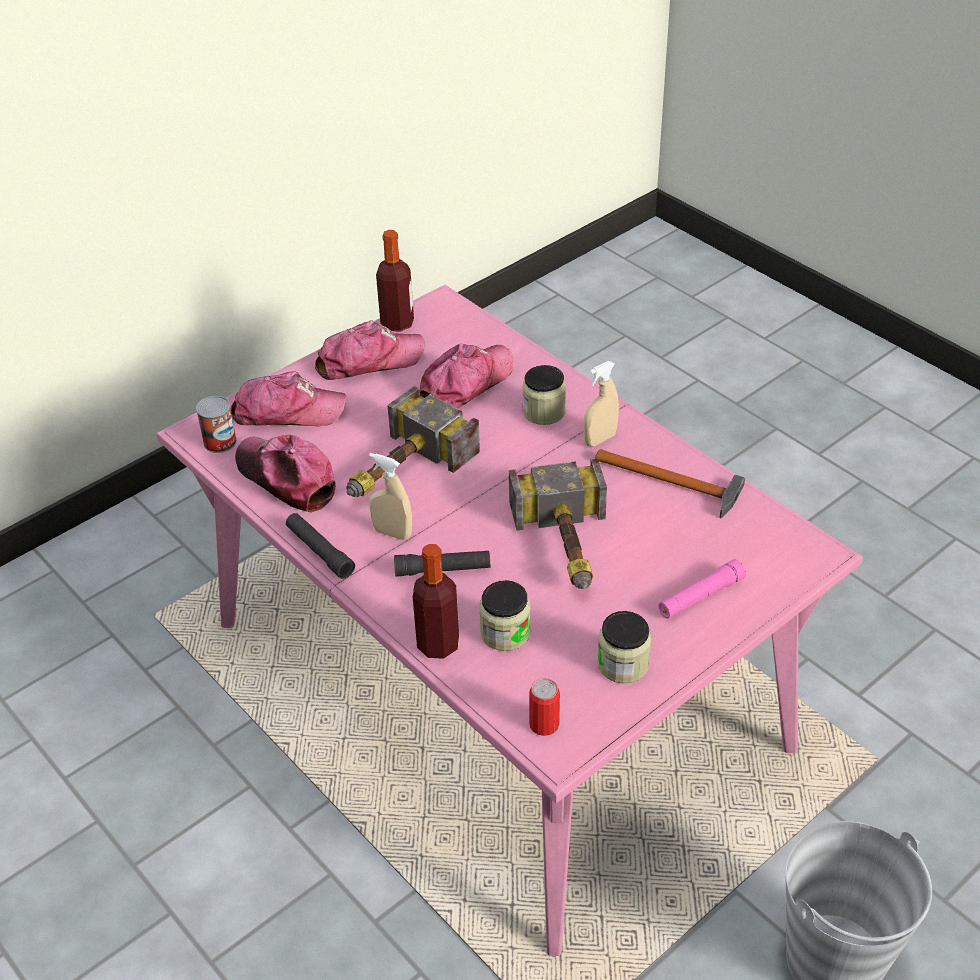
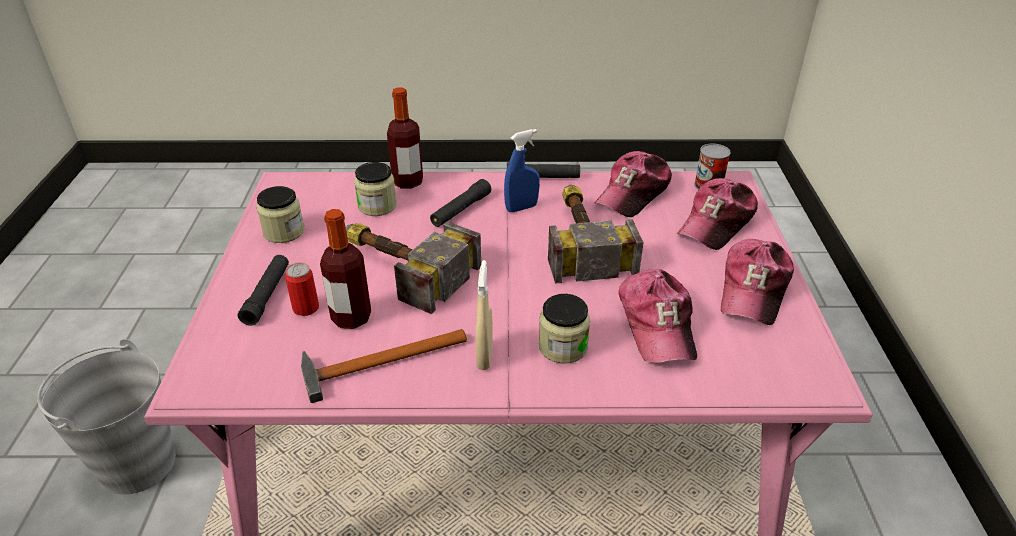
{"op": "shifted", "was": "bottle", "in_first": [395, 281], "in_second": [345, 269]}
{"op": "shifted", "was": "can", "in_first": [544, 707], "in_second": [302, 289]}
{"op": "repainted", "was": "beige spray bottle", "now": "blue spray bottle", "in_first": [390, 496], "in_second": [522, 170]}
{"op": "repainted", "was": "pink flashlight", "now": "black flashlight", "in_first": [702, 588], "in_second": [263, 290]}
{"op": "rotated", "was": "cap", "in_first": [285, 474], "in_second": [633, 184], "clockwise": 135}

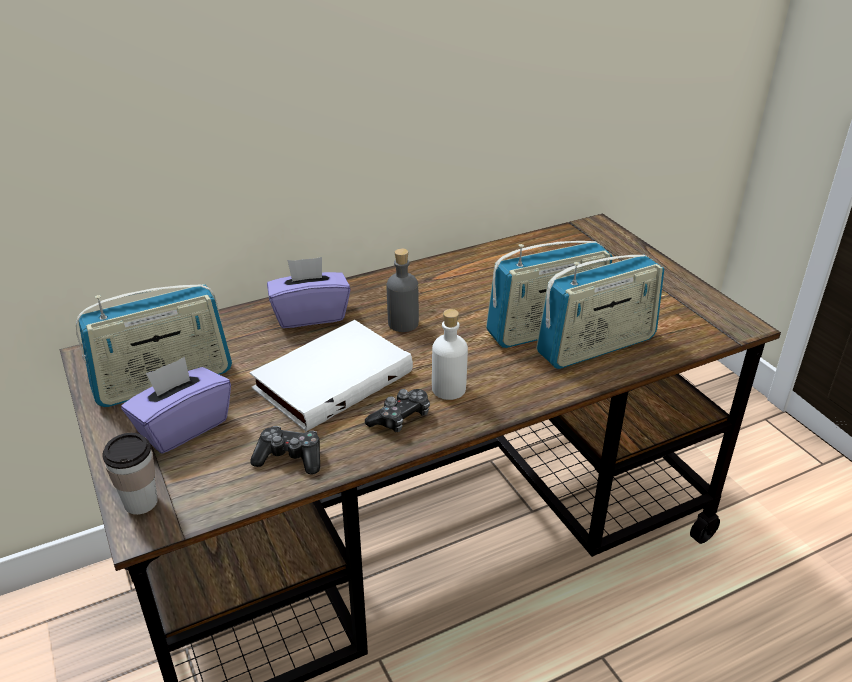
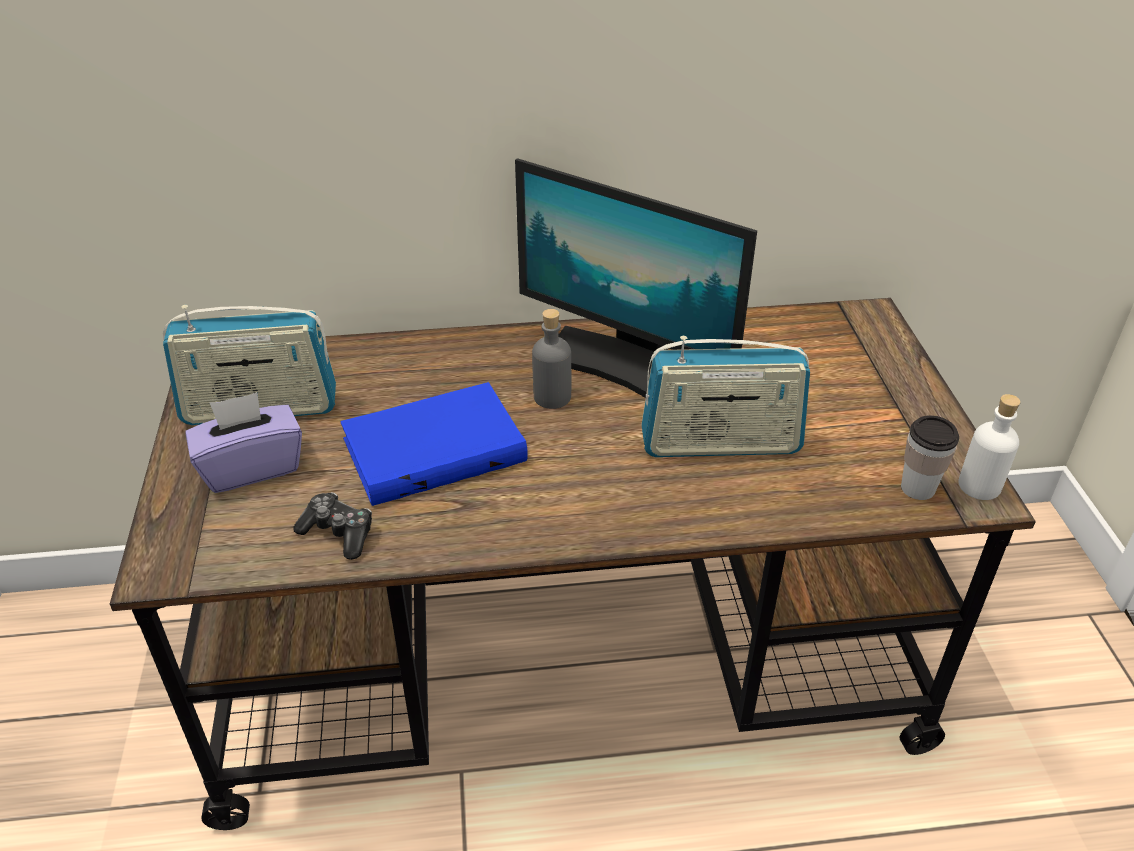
{"op": "gone", "was": "purple tissue box", "in_first": [309, 292]}
{"op": "gone", "was": "game controller", "in_first": [397, 410]}
{"op": "gone", "was": "radio", "in_first": [600, 311]}
{"op": "new", "now": "monitor", "in_second": [636, 278]}
{"op": "shifted", "was": "cup", "in_first": [130, 474], "in_second": [930, 457]}
{"op": "shifted", "was": "white bottle", "in_first": [450, 354], "in_second": [989, 447]}
{"op": "repainted", "was": "white book", "now": "blue book", "in_first": [331, 375], "in_second": [434, 444]}

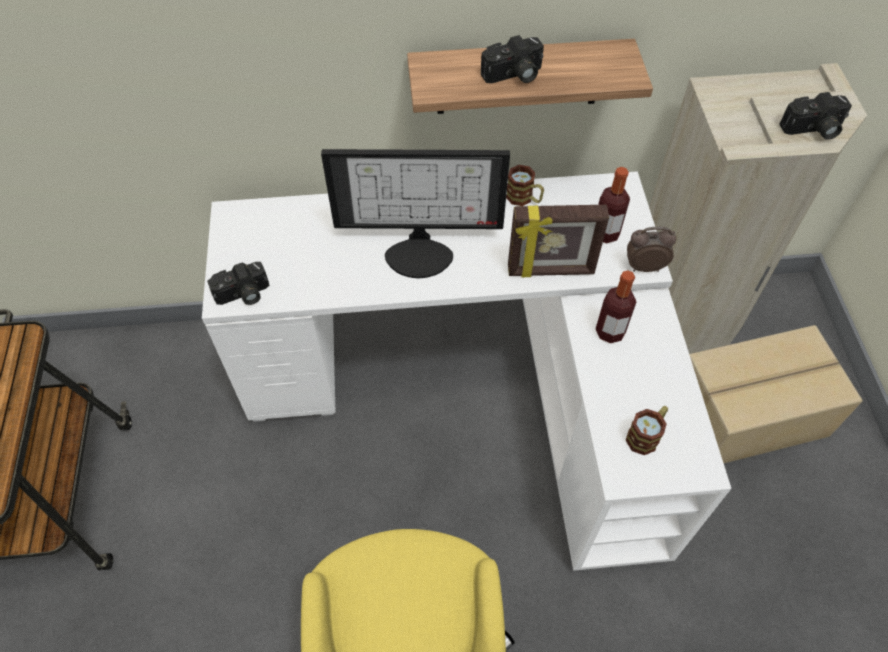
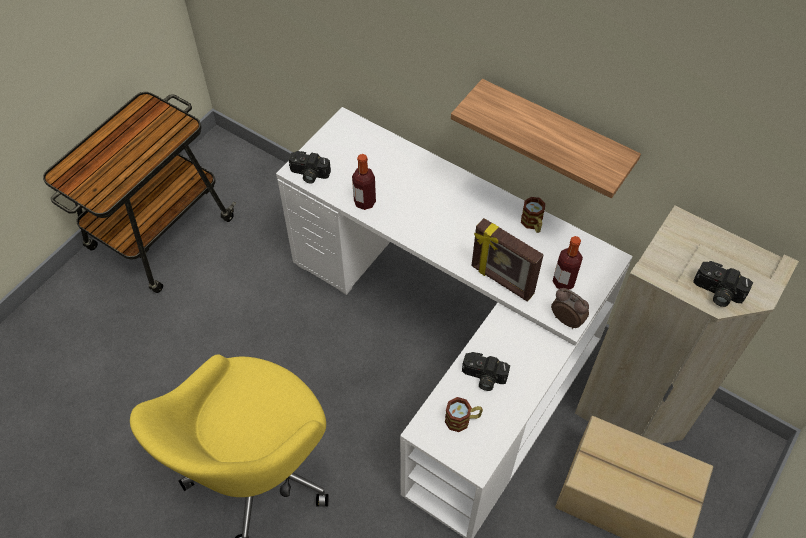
{"op": "gone", "was": "monitor", "in_first": [415, 214]}
{"op": "shifted", "was": "photo camera", "in_first": [512, 59], "in_second": [486, 371]}
{"op": "shifted", "was": "bottle", "in_first": [616, 306], "in_second": [364, 182]}

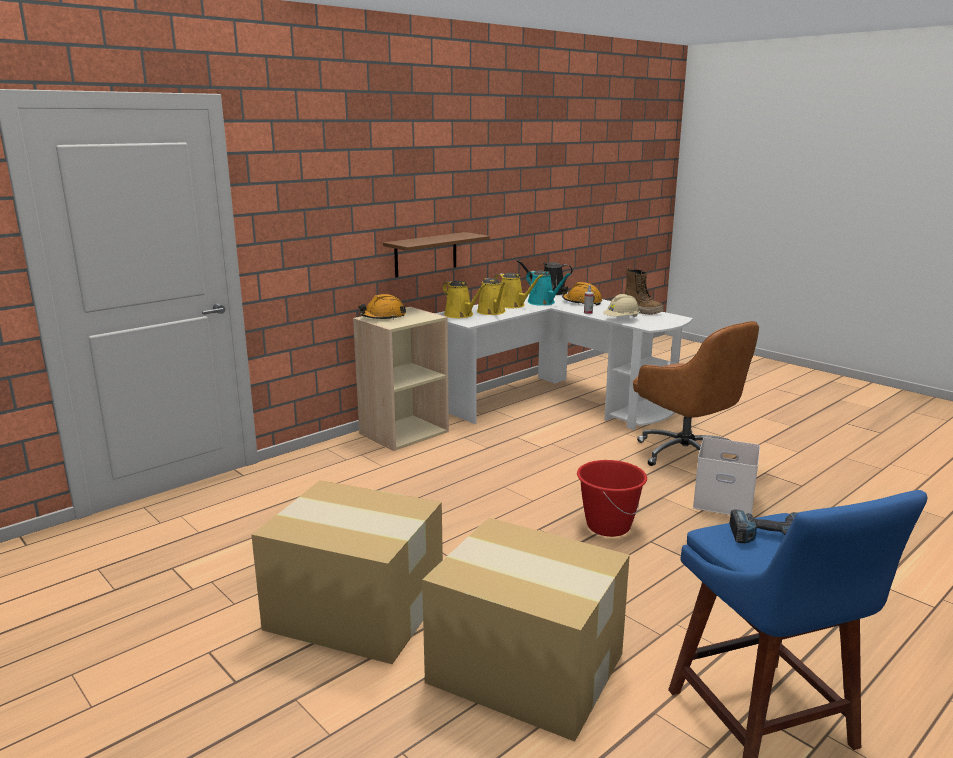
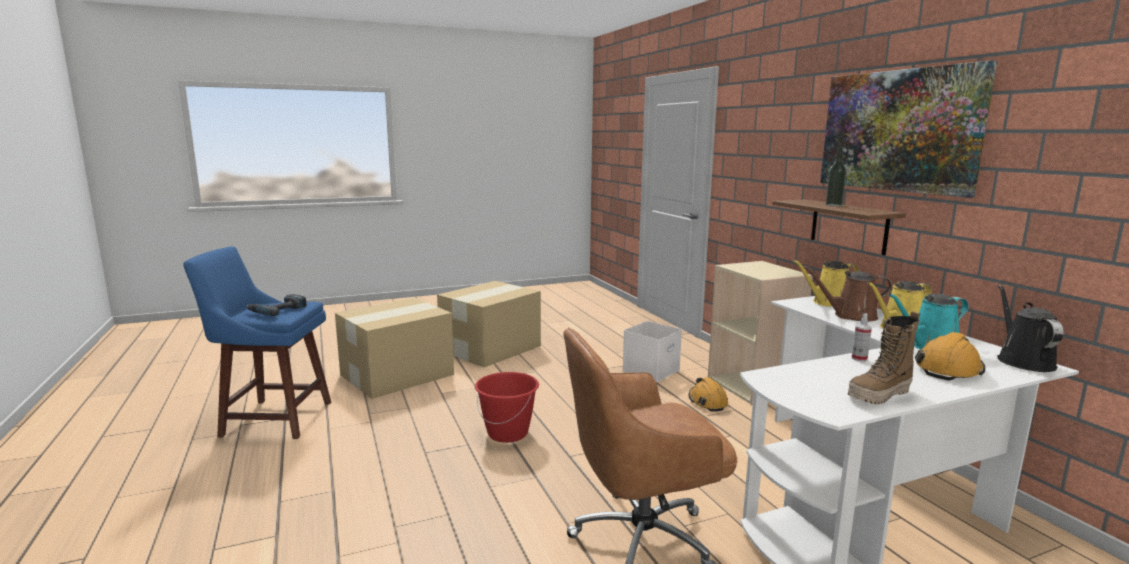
{"op": "gone", "was": "beige hard hat", "in_first": [621, 306]}
{"op": "new", "now": "picture", "in_second": [908, 129]}
{"op": "new", "now": "bottle", "in_second": [836, 176]}
{"op": "shifted", "was": "orange hard hat", "in_first": [382, 307], "in_second": [708, 394]}
{"op": "shifted", "was": "white storage box", "in_first": [726, 476], "in_second": [652, 351]}
{"op": "repainted", "was": "yellow watering can", "now": "brown watering can", "in_first": [491, 296], "in_second": [847, 294]}

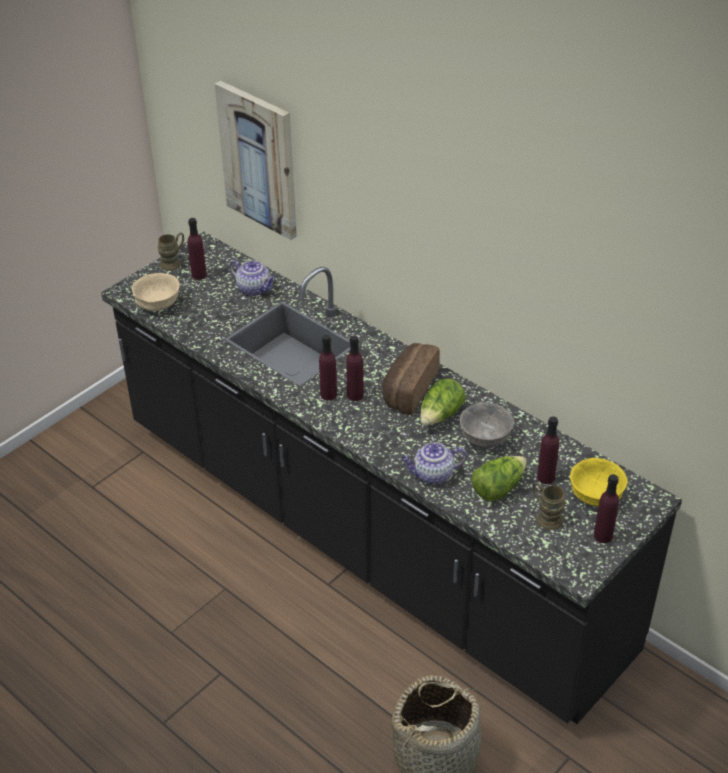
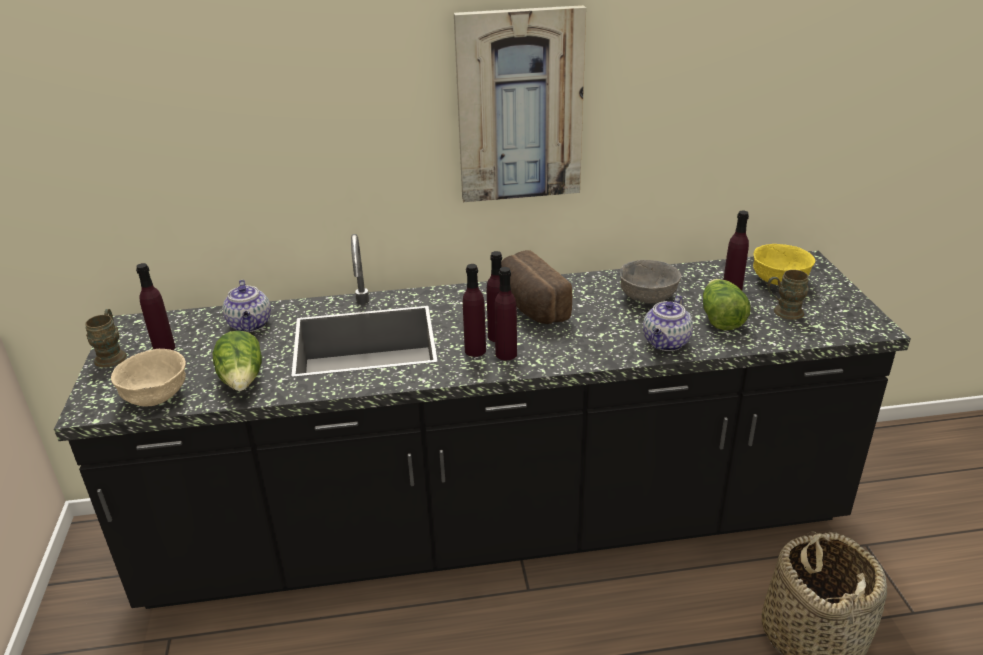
{"op": "shifted", "was": "picture", "in_first": [256, 160], "in_second": [520, 103]}
{"op": "shifted", "was": "lettuce", "in_first": [443, 402], "in_second": [237, 360]}
{"op": "shifted", "was": "purple bottle", "in_first": [606, 508], "in_second": [506, 313]}
{"op": "rotated", "was": "teapot", "in_first": [252, 278], "in_second": [246, 306], "clockwise": 90}

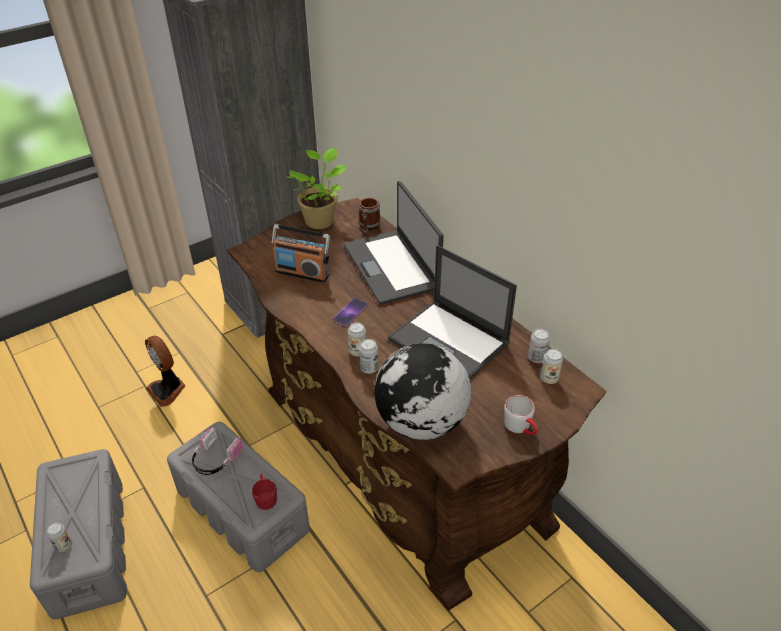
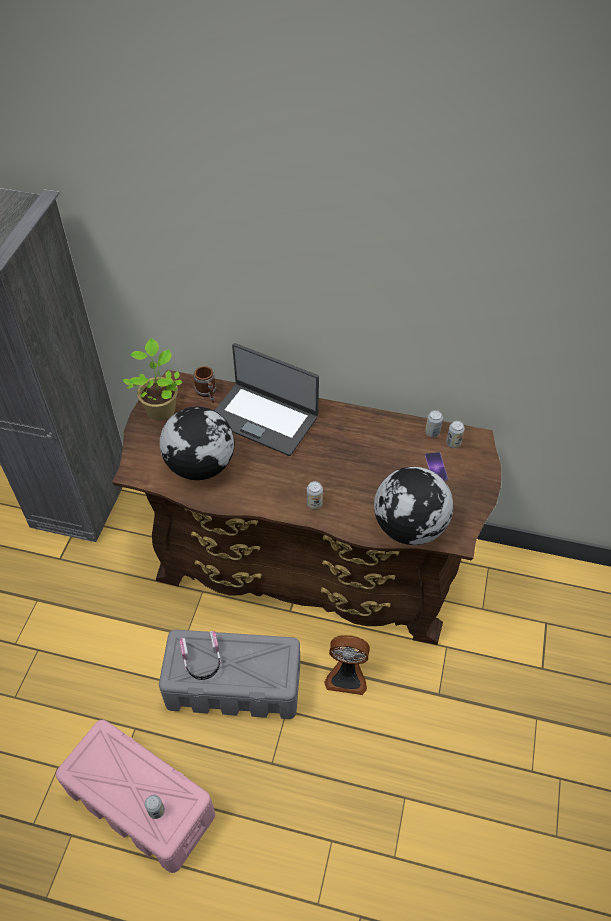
{"op": "gone", "was": "red mug", "in_first": [264, 492]}
{"op": "gone", "was": "can", "in_first": [368, 356]}
{"op": "gone", "was": "laptop", "in_first": [452, 312]}
{"op": "gone", "was": "grey mug", "in_first": [521, 415]}
{"op": "shifted", "was": "fan", "in_first": [165, 371], "in_second": [347, 665]}
{"op": "shifted", "was": "phone", "in_first": [350, 312], "in_second": [436, 466]}
{"op": "swapped", "was": "radio", "now": "globe", "in_first": [301, 253], "in_second": [197, 443]}
{"op": "repainted", "was": "grey storage box", "now": "pink storage box", "in_first": [78, 534], "in_second": [135, 796]}

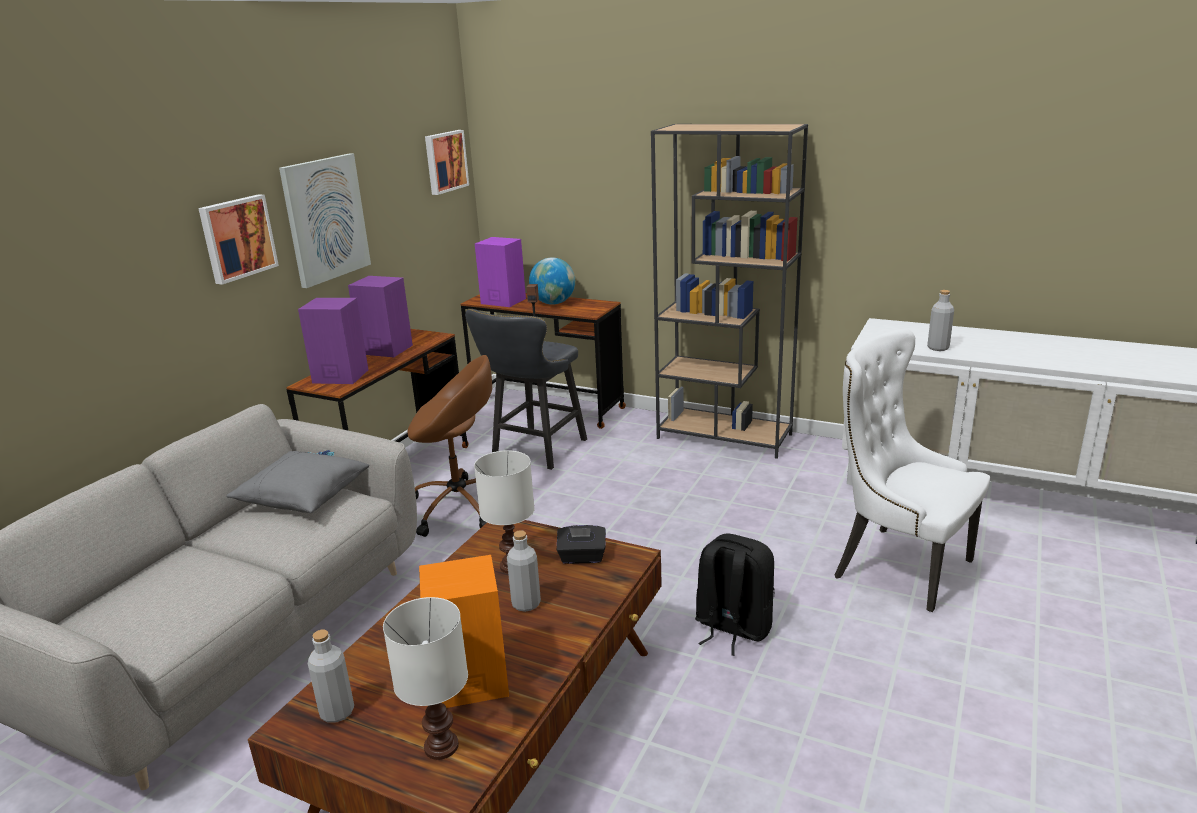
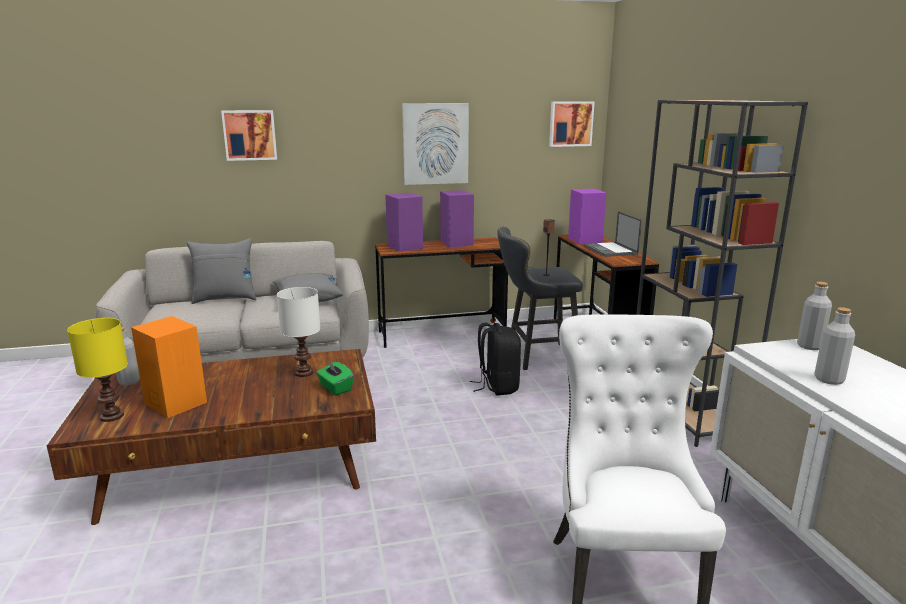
{"op": "gone", "was": "brown office chair", "in_first": [449, 446]}
{"op": "new", "now": "grey pillow", "in_second": [221, 271]}
{"op": "shifted", "was": "picture", "in_first": [238, 239], "in_second": [249, 135]}
{"op": "shifted", "was": "grey bottle", "in_first": [524, 571], "in_second": [814, 316]}
{"op": "shifted", "was": "black backpack", "in_first": [735, 595], "in_second": [495, 359]}
{"op": "swapped", "was": "globe", "now": "laptop", "in_first": [552, 281], "in_second": [613, 234]}
{"op": "repainted", "was": "white table lamp", "now": "yellow table lamp", "in_first": [425, 678], "in_second": [97, 370]}
{"op": "repainted", "was": "black tissue box", "now": "green tissue box", "in_first": [581, 544], "in_second": [335, 377]}

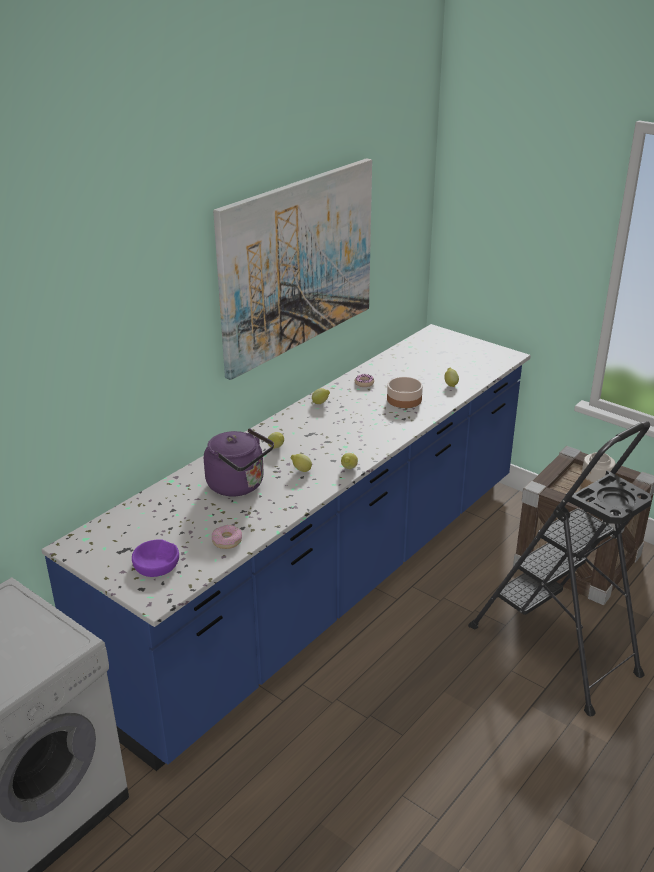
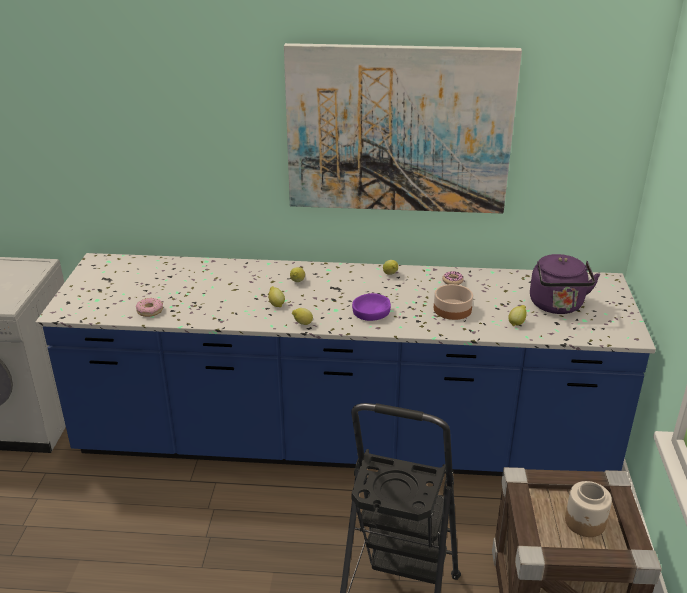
{"op": "shifted", "was": "purple bowl", "in_first": [155, 558], "in_second": [371, 307]}
{"op": "shifted", "was": "purple kettle", "in_first": [239, 462], "in_second": [565, 284]}

